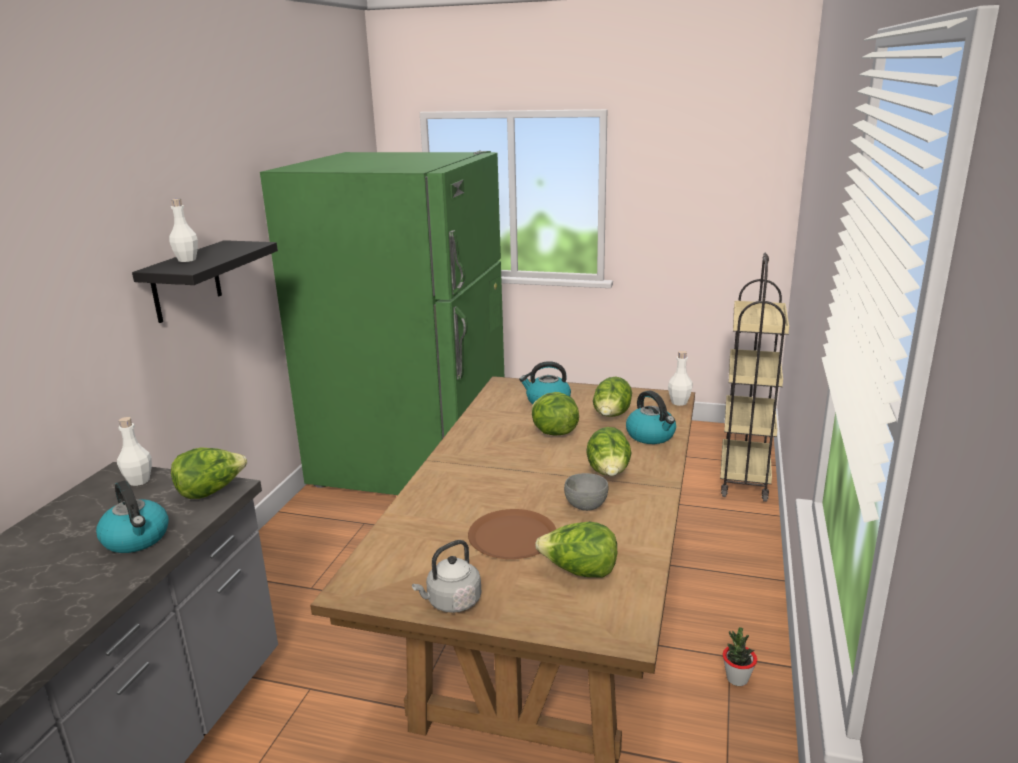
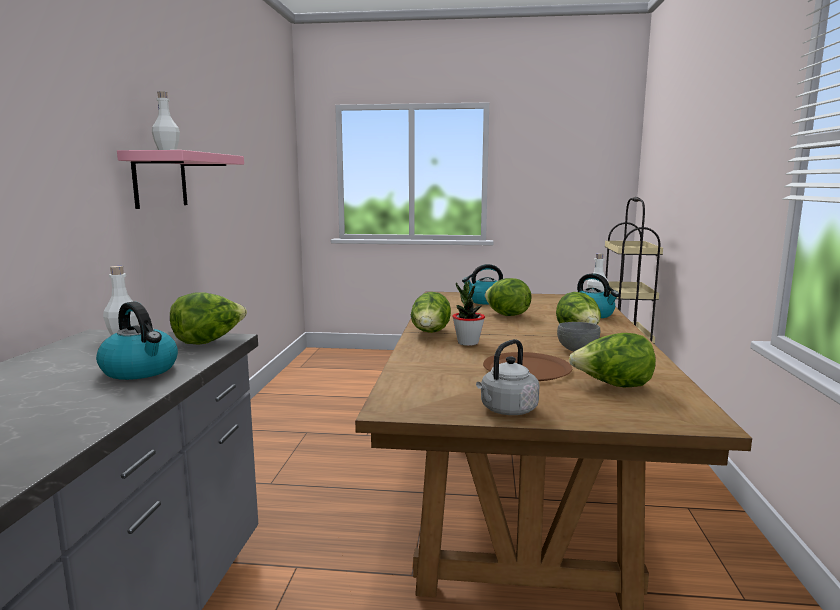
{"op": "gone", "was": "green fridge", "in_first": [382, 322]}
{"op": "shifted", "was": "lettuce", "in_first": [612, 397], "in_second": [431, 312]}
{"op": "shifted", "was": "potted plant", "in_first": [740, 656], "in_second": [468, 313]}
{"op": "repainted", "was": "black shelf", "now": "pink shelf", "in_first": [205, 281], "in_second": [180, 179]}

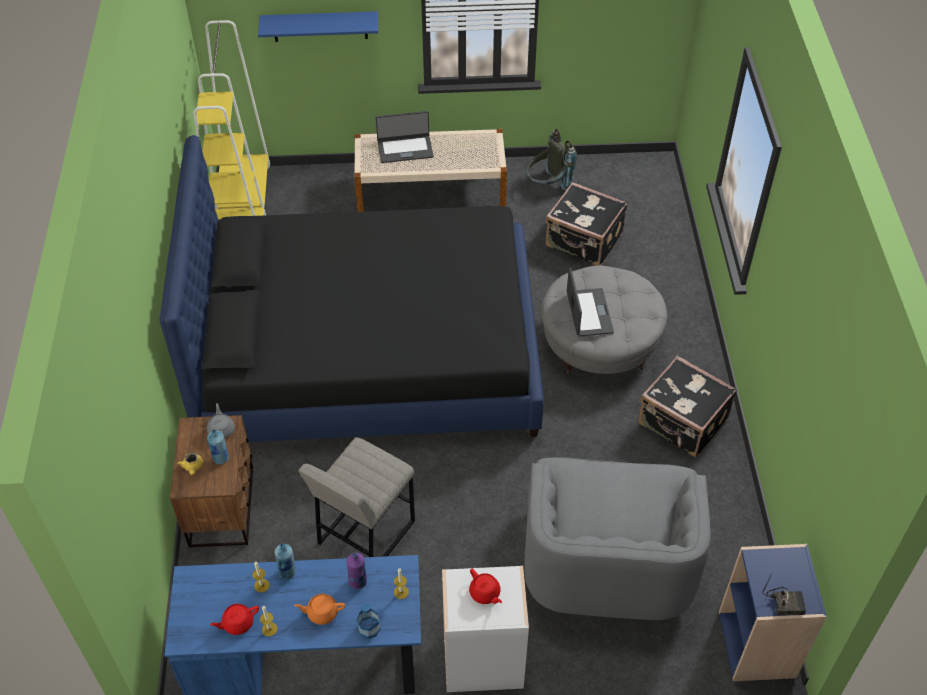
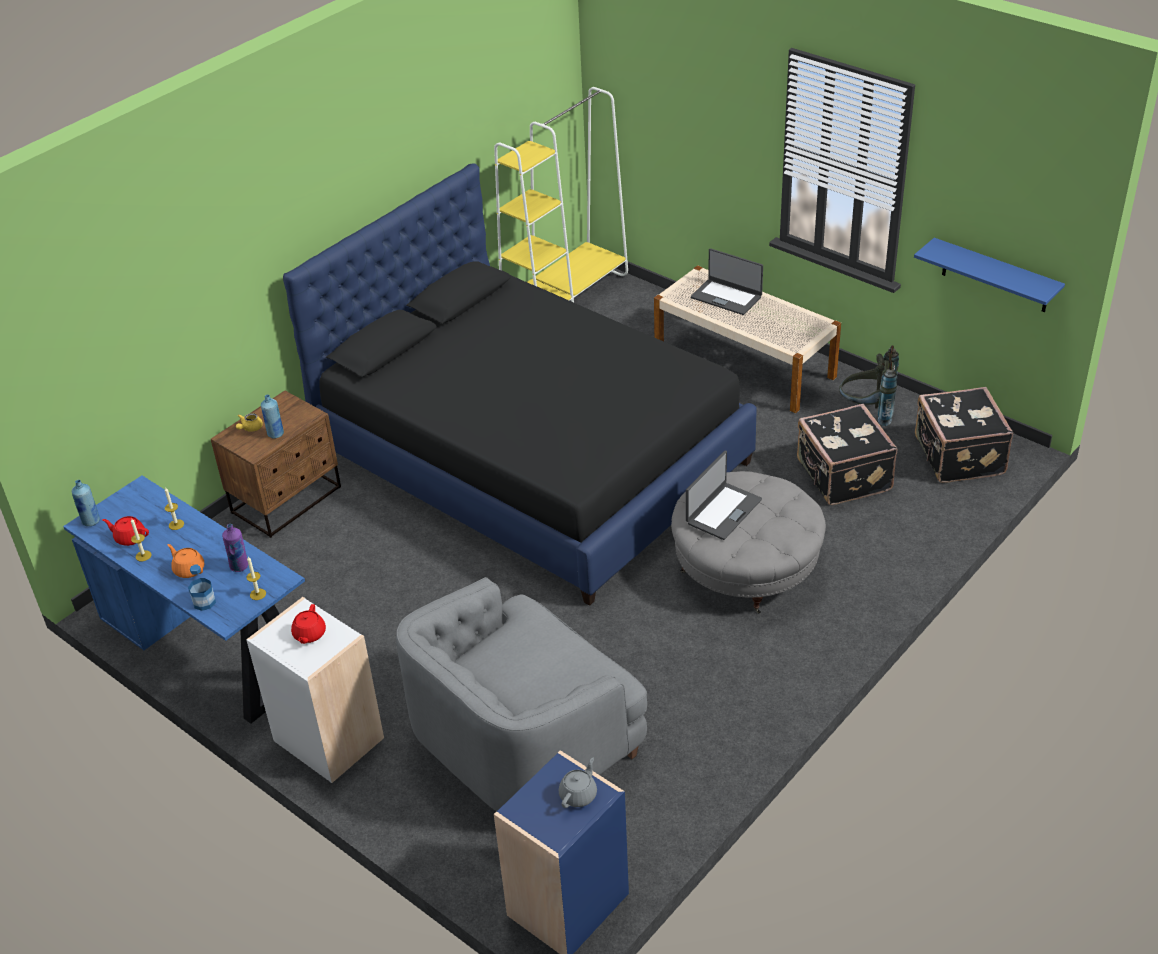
{"op": "gone", "was": "grey chair", "in_first": [356, 497]}
{"op": "gone", "was": "radio", "in_first": [784, 594]}
{"op": "shifted", "was": "grey teapot", "in_first": [221, 421], "in_second": [578, 782]}
{"op": "shifted", "was": "blue shelf", "in_first": [318, 26], "in_second": [989, 275]}
{"op": "shifted", "was": "blue bottle", "in_first": [285, 562], "in_second": [86, 503]}
{"op": "shifted", "was": "black suitcase", "in_first": [687, 407], "in_second": [964, 435]}

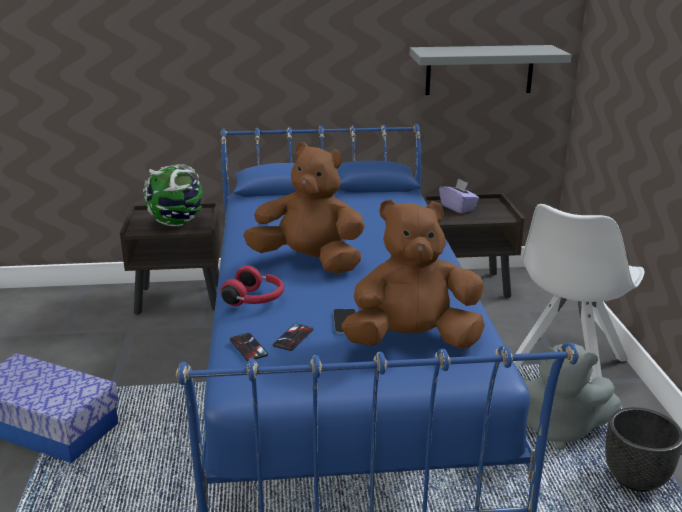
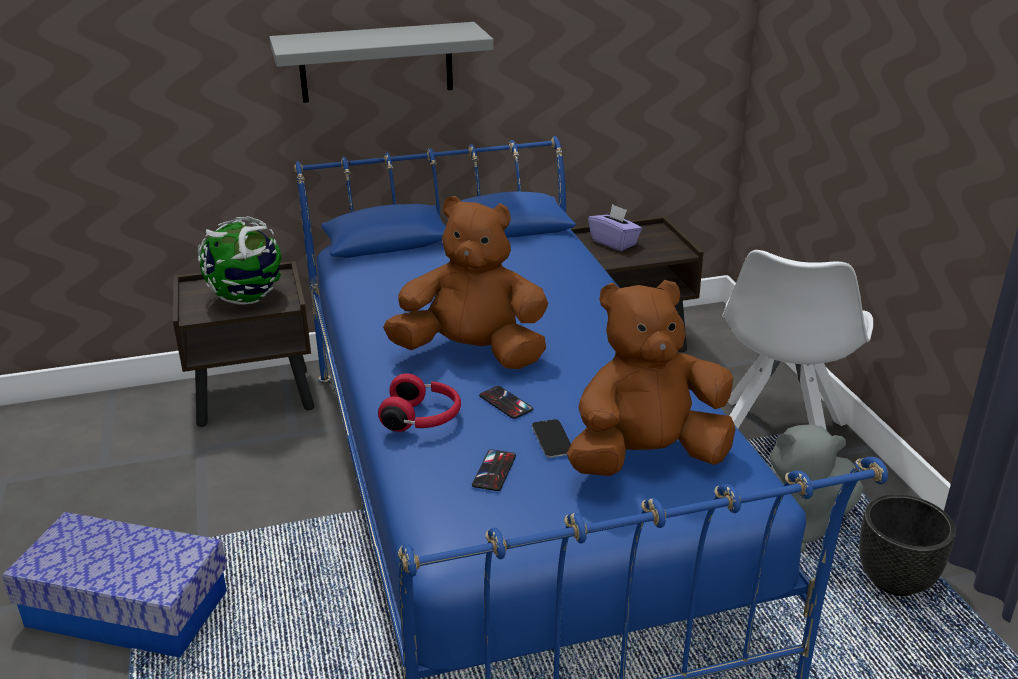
{"op": "shifted", "was": "phone", "in_first": [249, 347], "in_second": [506, 402]}
{"op": "shifted", "was": "grey shelf", "in_first": [490, 70], "in_second": [381, 62]}

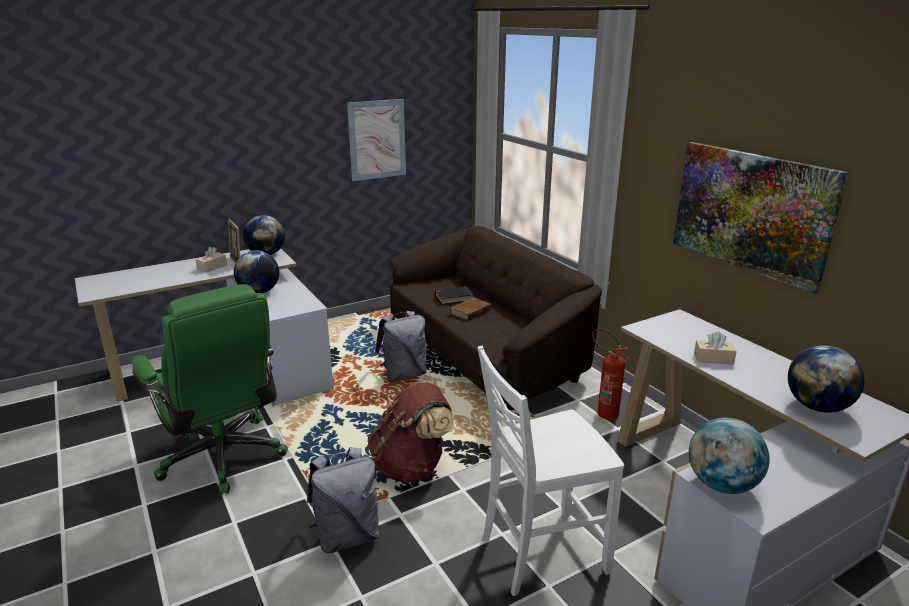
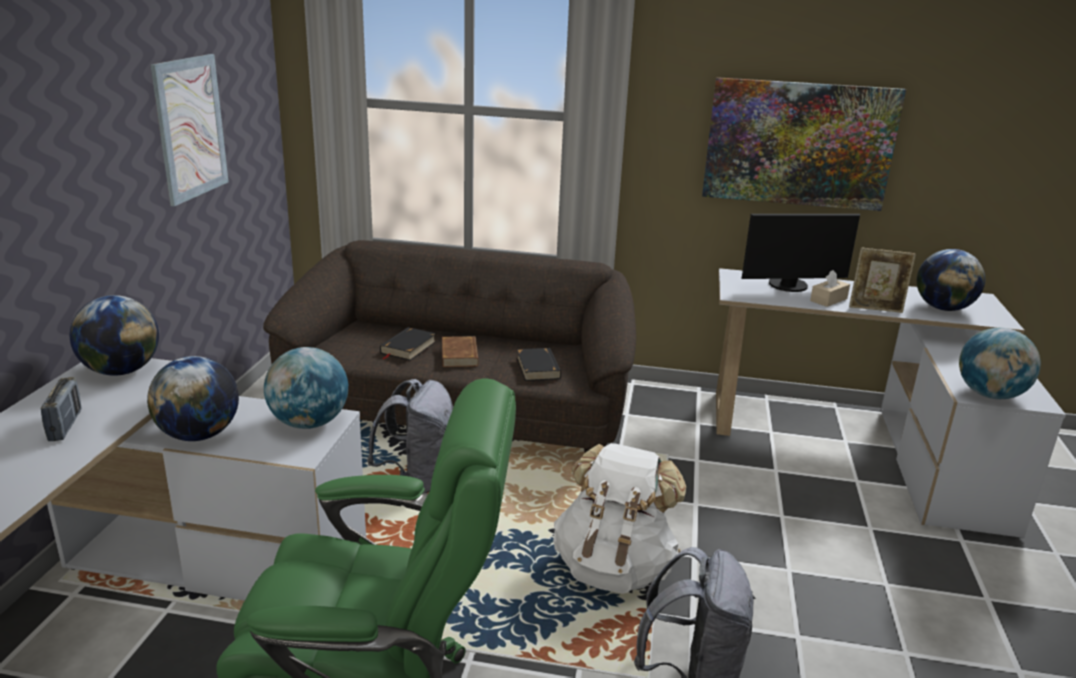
{"op": "gone", "was": "white chair", "in_first": [551, 471]}
{"op": "gone", "was": "fire extinguisher", "in_first": [610, 374]}
{"op": "new", "now": "globe", "in_second": [306, 388]}
{"op": "new", "now": "black book", "in_second": [539, 364]}
{"op": "new", "now": "monitor", "in_second": [801, 253]}
{"op": "shifted", "was": "picture frame", "in_first": [234, 241], "in_second": [882, 280]}
{"op": "swapped", "was": "beige tissue box", "now": "radio", "in_first": [211, 260], "in_second": [61, 409]}
{"op": "repainted", "was": "brown backpack", "now": "white backpack", "in_first": [410, 431], "in_second": [619, 518]}

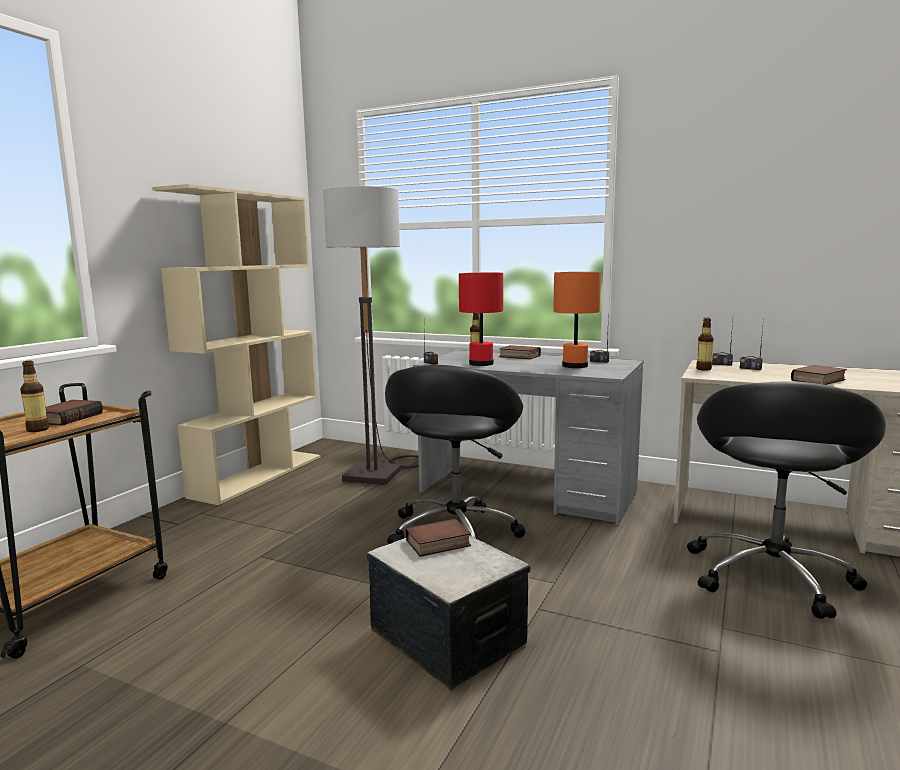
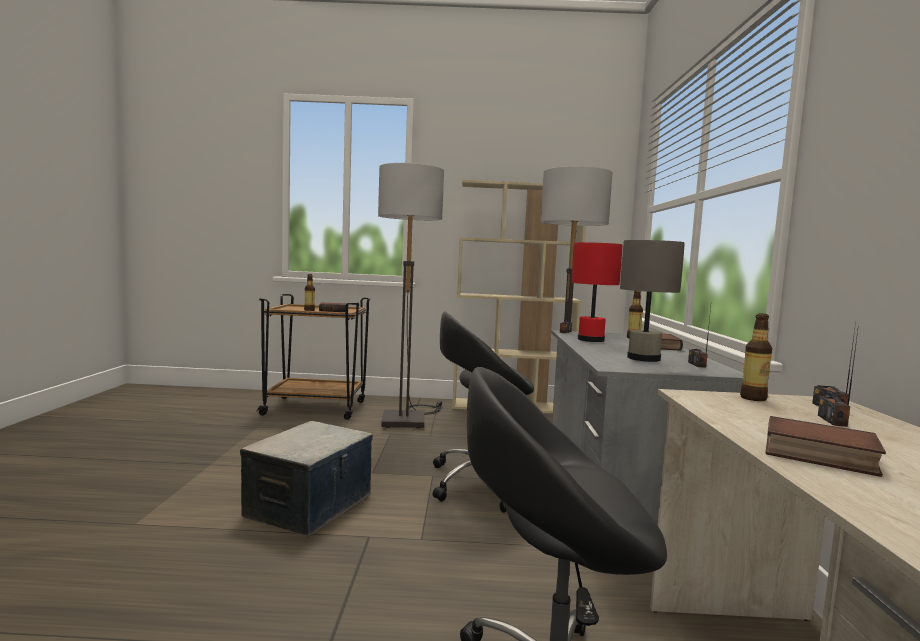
{"op": "gone", "was": "book", "in_first": [438, 538]}
{"op": "new", "now": "floor lamp", "in_second": [411, 295]}
{"op": "repainted", "was": "orange table lamp", "now": "grey table lamp", "in_first": [577, 320], "in_second": [652, 301]}

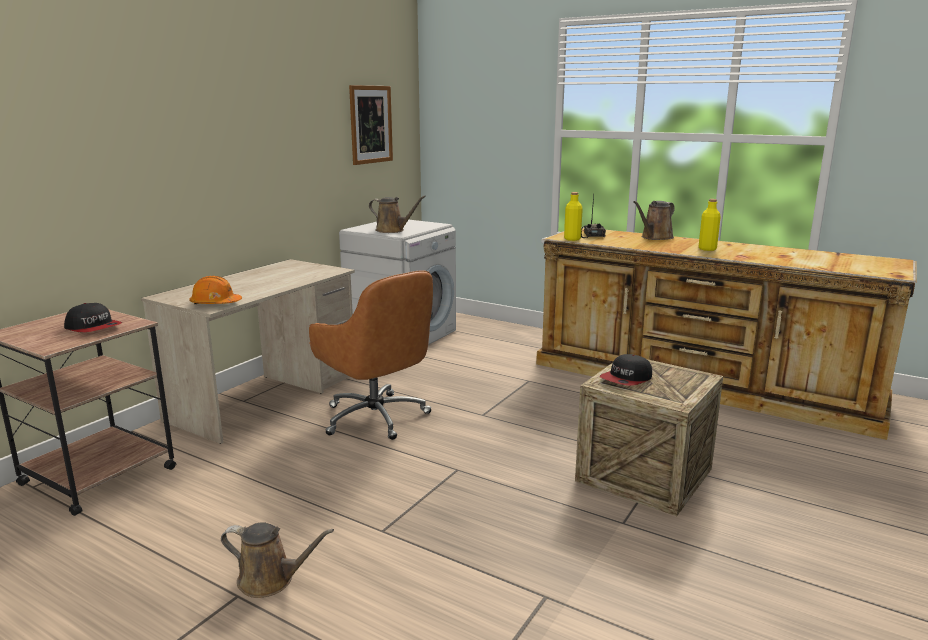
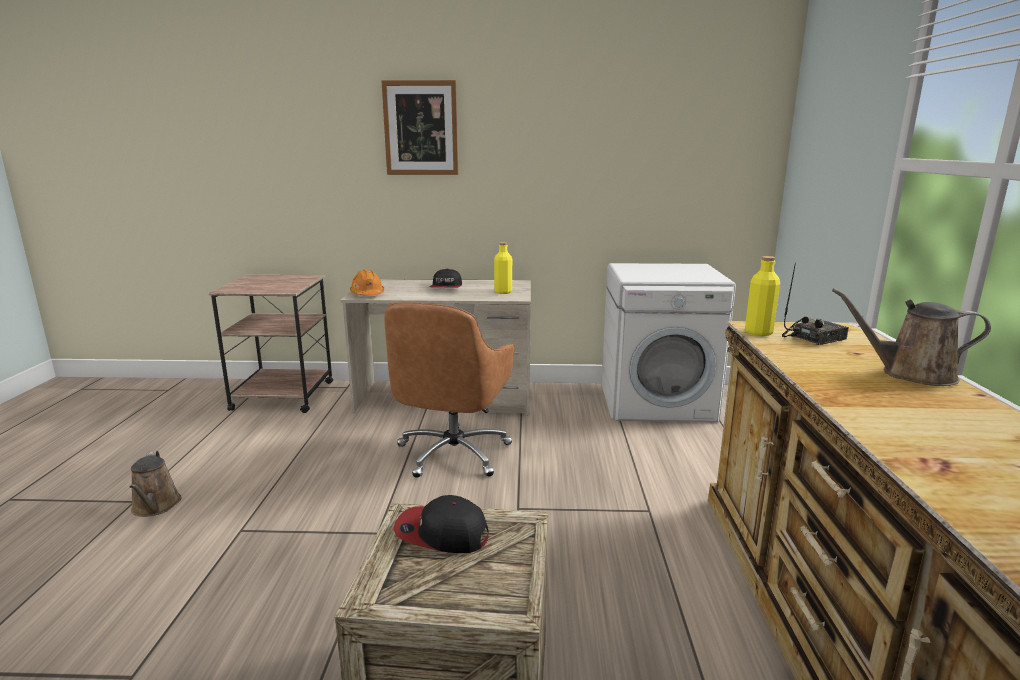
{"op": "gone", "was": "brown watering can", "in_first": [397, 214]}
{"op": "shifted", "was": "cap", "in_first": [93, 317], "in_second": [446, 278]}
{"op": "shifted", "was": "picture", "in_first": [371, 125], "in_second": [419, 127]}
{"op": "shifted", "was": "yellow bottle", "in_first": [710, 225], "in_second": [503, 268]}

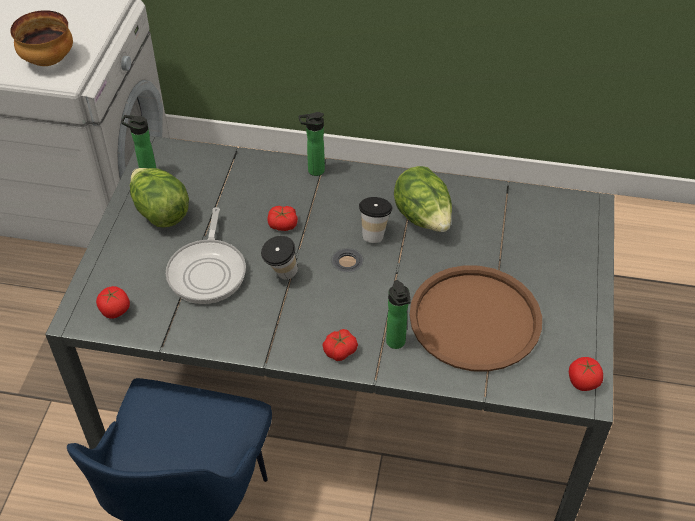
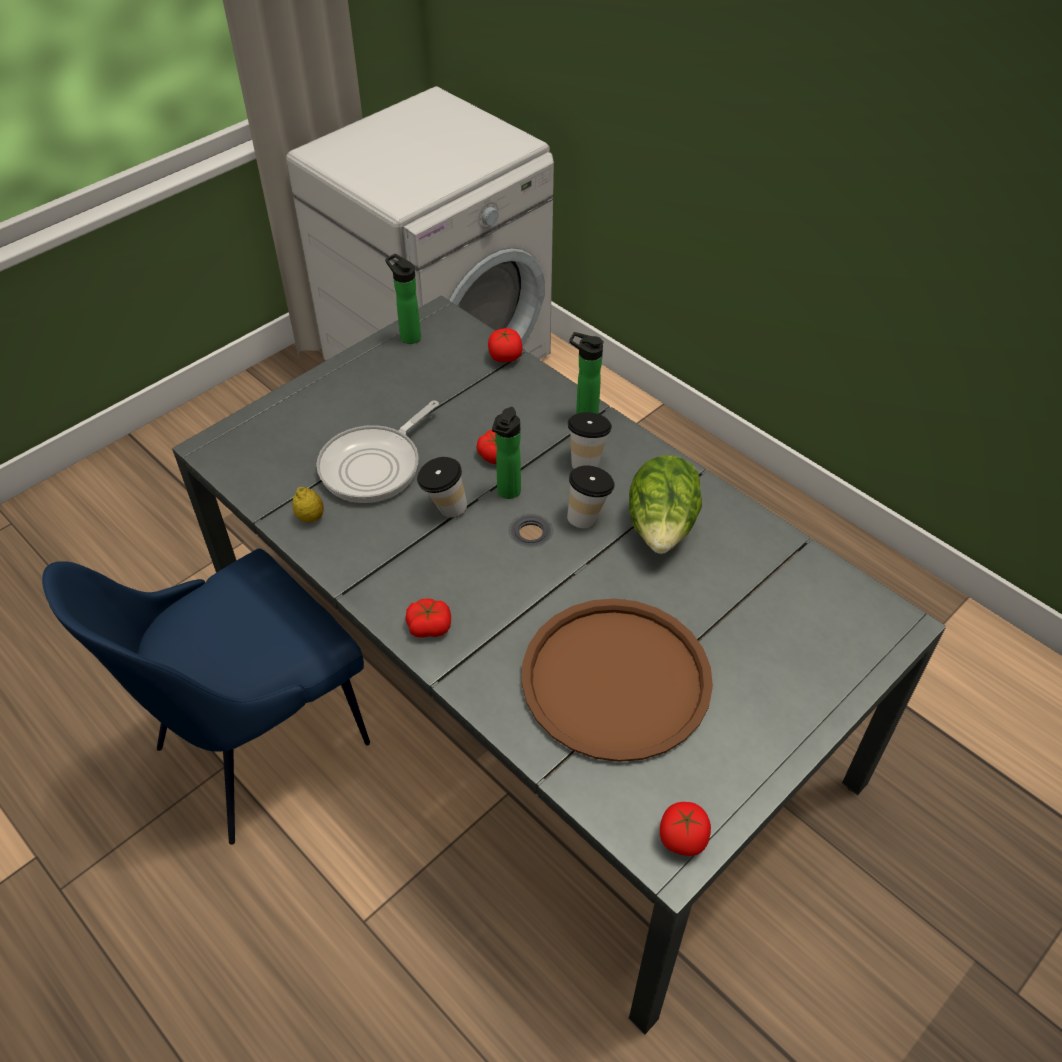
{"op": "gone", "was": "bowl", "in_first": [41, 38]}
{"op": "gone", "was": "lettuce", "in_first": [159, 197]}
{"op": "new", "now": "lemon", "in_second": [308, 505]}
{"op": "new", "now": "cup", "in_second": [590, 440]}
{"op": "shifted", "was": "tomato", "in_first": [113, 302], "in_second": [505, 345]}
{"op": "shifted", "was": "bottle", "in_first": [398, 314], "in_second": [506, 453]}

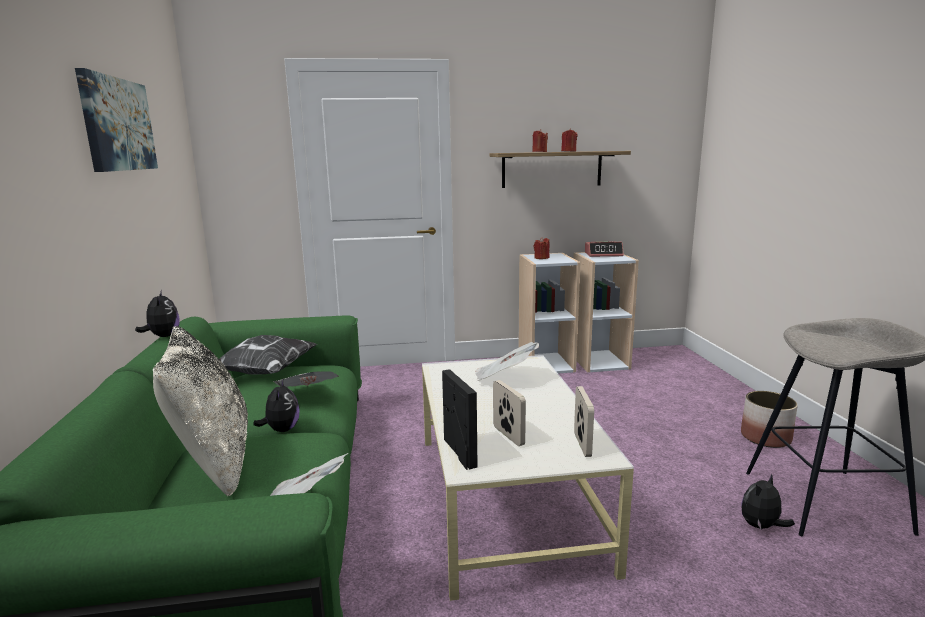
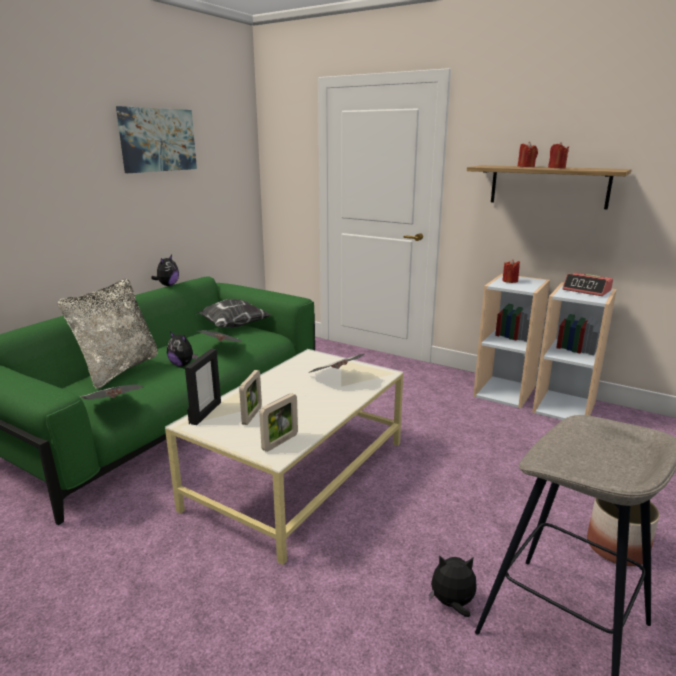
{"op": "rotated", "was": "plush toy", "in_first": [276, 406], "in_second": [182, 349], "clockwise": 90}

